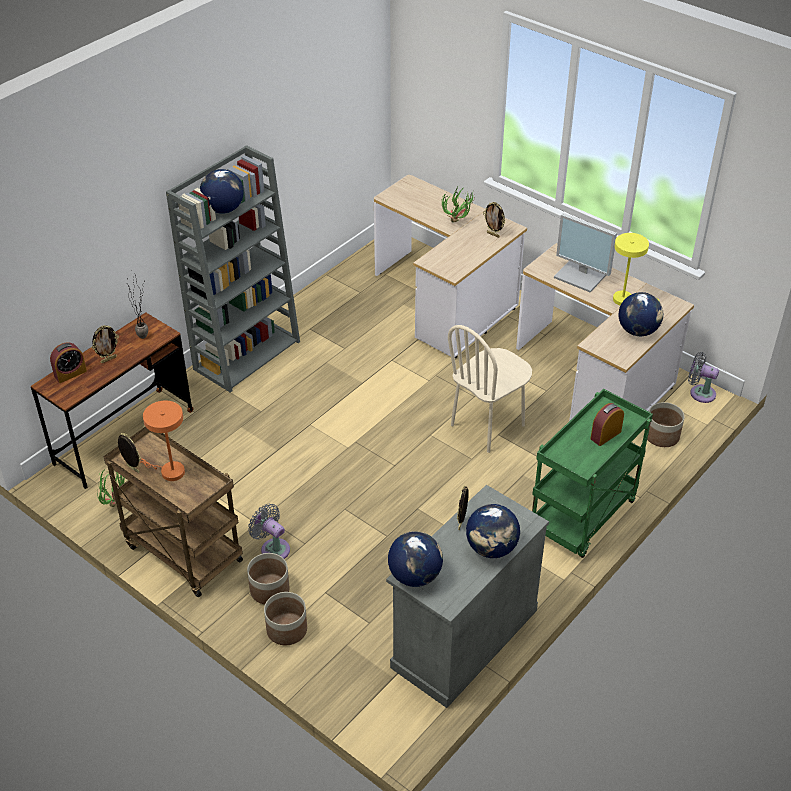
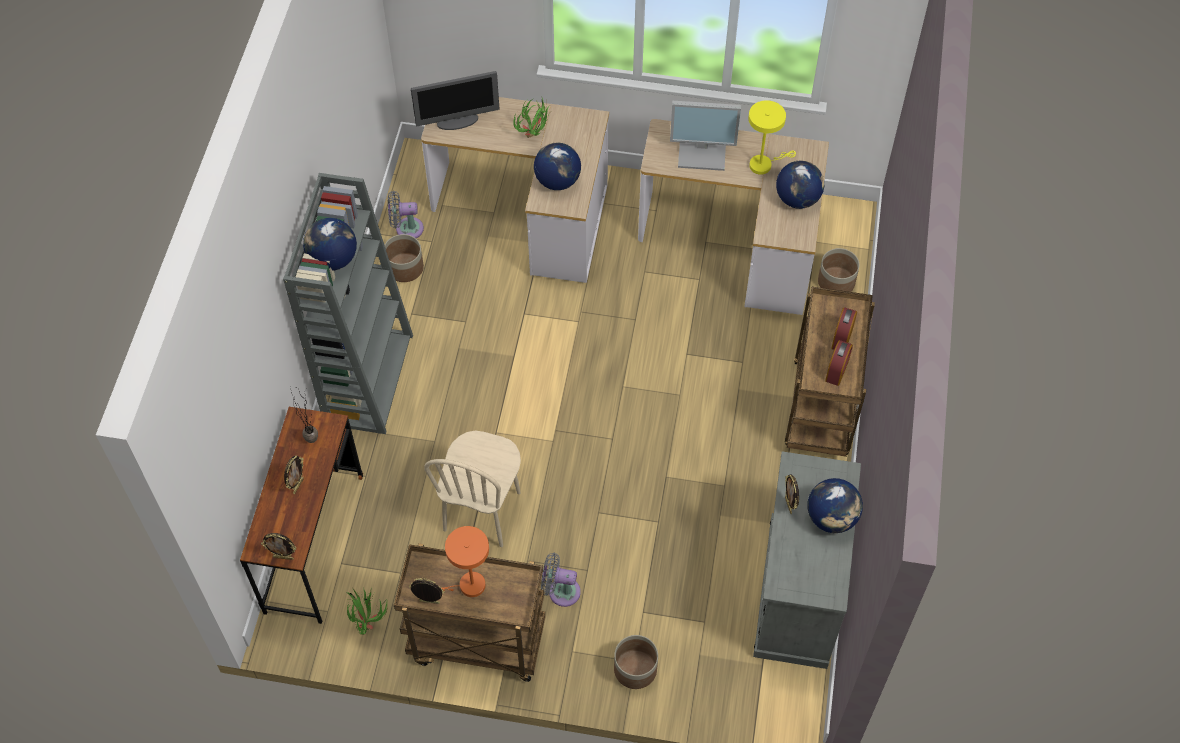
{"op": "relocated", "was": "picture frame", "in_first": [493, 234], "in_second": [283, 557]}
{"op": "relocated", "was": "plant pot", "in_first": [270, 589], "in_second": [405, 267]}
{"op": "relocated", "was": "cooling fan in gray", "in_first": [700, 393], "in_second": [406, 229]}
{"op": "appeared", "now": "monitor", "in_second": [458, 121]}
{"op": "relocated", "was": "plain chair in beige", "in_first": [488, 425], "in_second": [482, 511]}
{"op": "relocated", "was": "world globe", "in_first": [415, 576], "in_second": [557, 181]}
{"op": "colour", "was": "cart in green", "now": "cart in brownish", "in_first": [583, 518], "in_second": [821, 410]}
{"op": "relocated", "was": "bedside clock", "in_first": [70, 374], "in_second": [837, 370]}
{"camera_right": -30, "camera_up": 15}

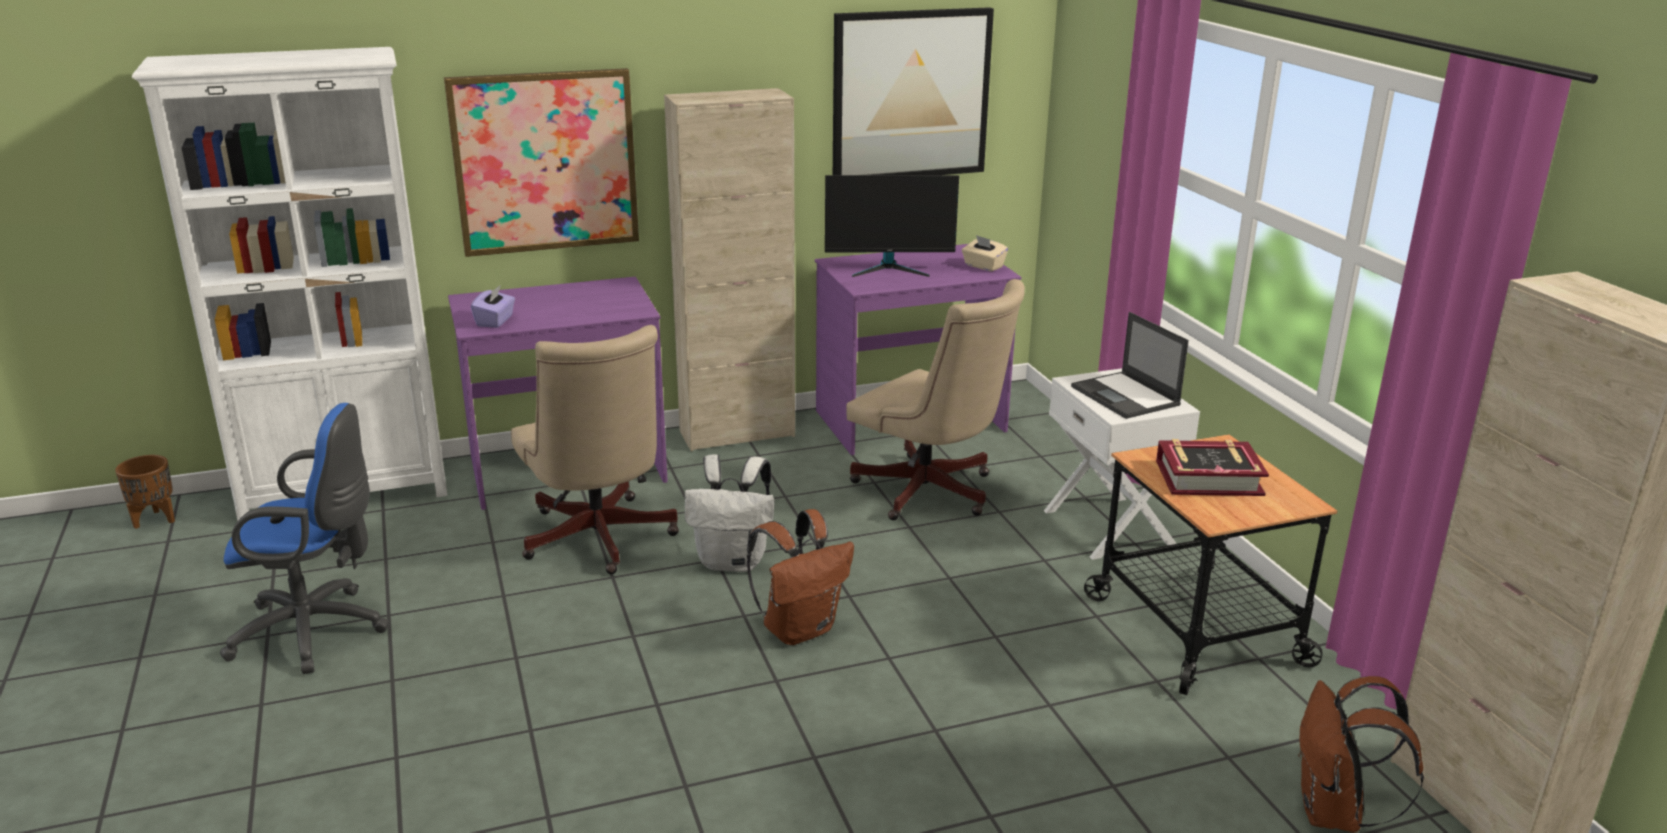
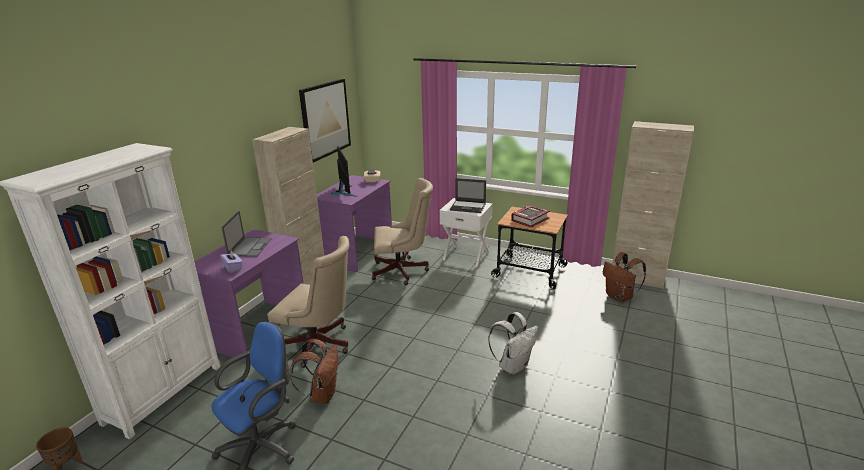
{"op": "appeared", "now": "notebook computer", "in_second": [250, 247]}
{"op": "relocated", "was": "rucksack in brownish", "in_first": [800, 629], "in_second": [322, 394]}
{"op": "spun", "was": "monitor", "in_first": [889, 269], "in_second": [344, 192], "clockwise": -60}
{"op": "relocated", "was": "rucksack in white-coloured", "in_first": [734, 561], "in_second": [513, 366]}
{"op": "missing", "was": "wall art", "in_first": [545, 162]}
{"camera_right": -45, "camera_up": 0}

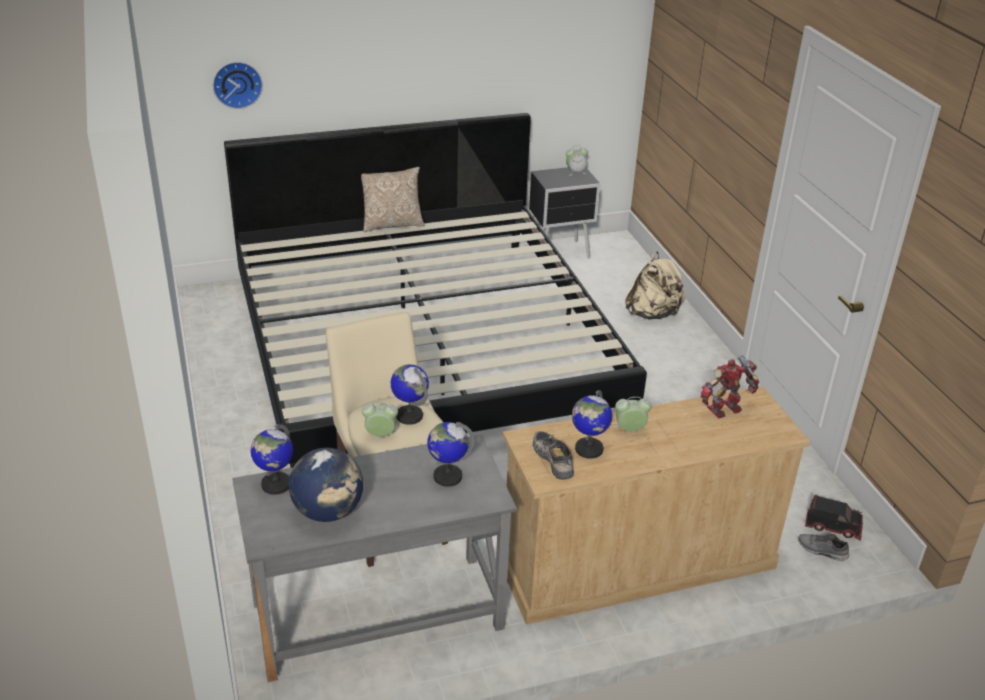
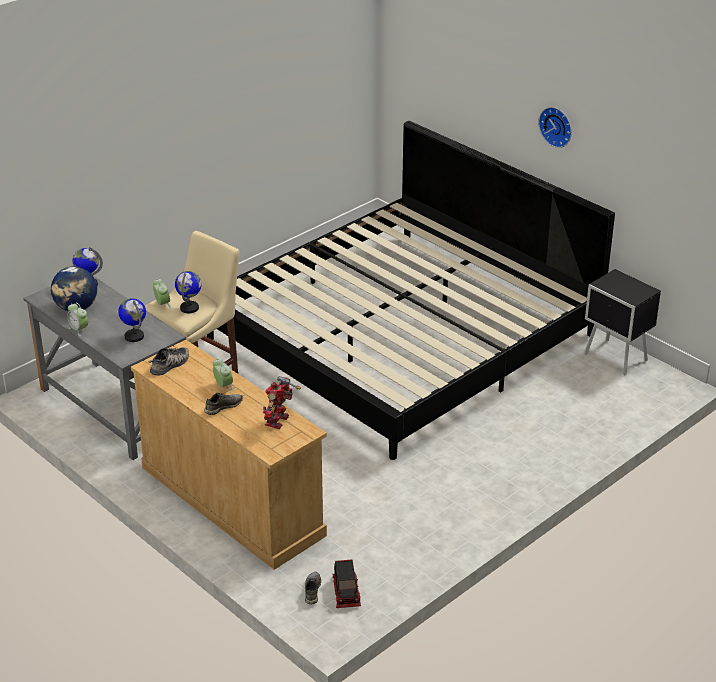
{"op": "relocated", "was": "bedside clock", "in_first": [575, 172], "in_second": [79, 329]}
{"op": "appeared", "now": "shoe in gray", "in_second": [223, 406]}
{"op": "spun", "was": "robot figure", "in_first": [725, 411], "in_second": [279, 421], "clockwise": -105}
{"op": "relocated", "was": "hanging clock", "in_first": [237, 84], "in_second": [557, 126]}
{"op": "missing", "was": "cushion", "in_first": [392, 224]}
{"op": "missing", "was": "world globe", "in_first": [588, 449]}
{"op": "missing", "was": "rucksack in beige", "in_first": [653, 314]}
{"camera_right": 65, "camera_up": 0}

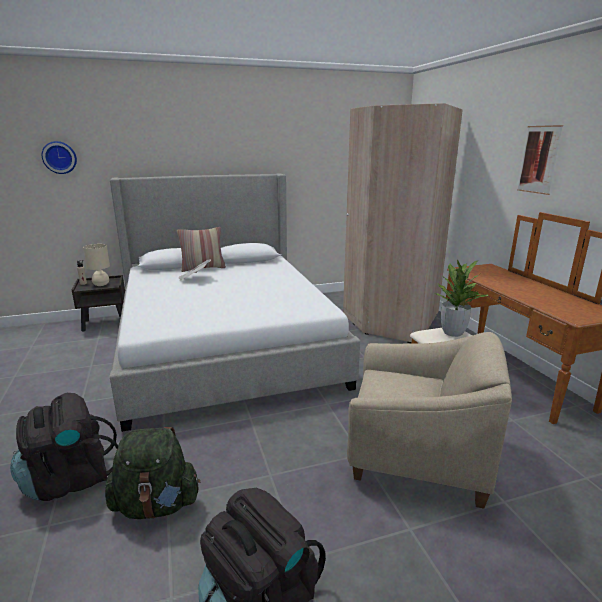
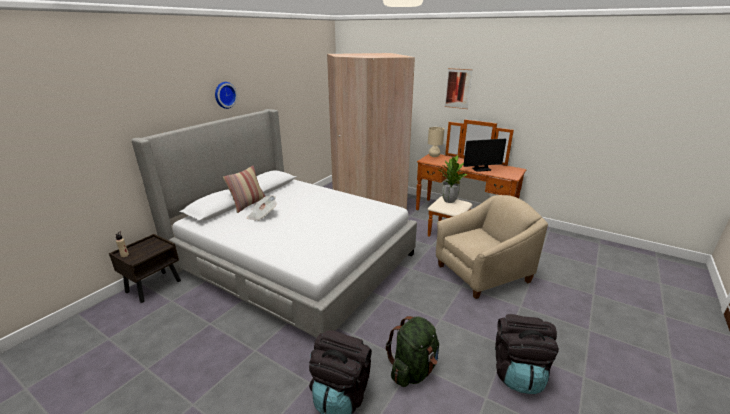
{"op": "relocated", "was": "hanging clock", "in_first": [59, 157], "in_second": [224, 95]}
{"op": "relocated", "was": "tabletop lamp in beige", "in_first": [101, 284], "in_second": [434, 156]}
{"op": "appeared", "now": "monitor", "in_second": [481, 169]}
{"camera_right": -40, "camera_up": 5}

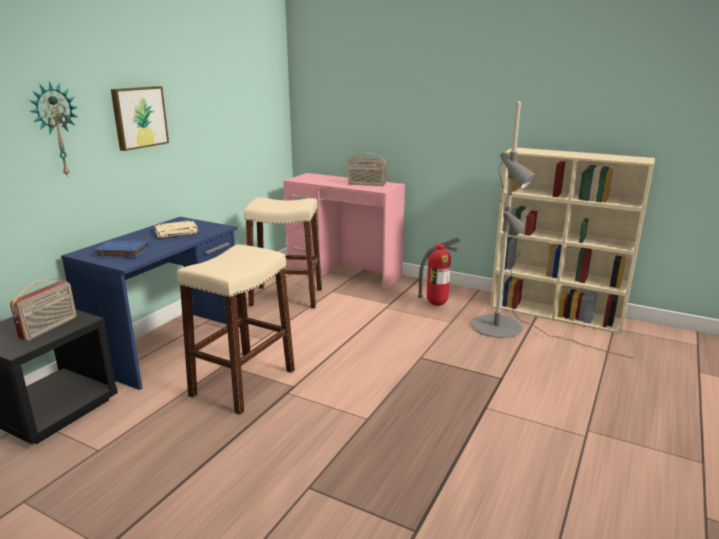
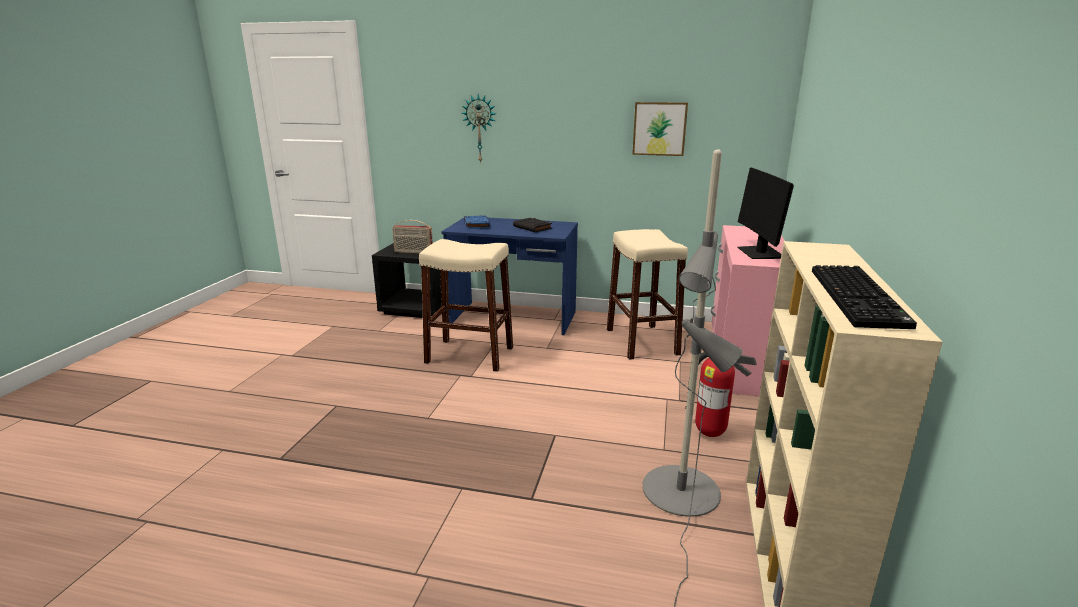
{"op": "colour", "was": "volume in beige", "now": "volume in black", "in_first": [177, 232], "in_second": [533, 228]}
{"op": "relocated", "was": "wall art", "in_first": [139, 117], "in_second": [659, 128]}
{"op": "exchanged", "was": "radio receiver", "now": "monitor", "in_first": [366, 184], "in_second": [759, 253]}
{"op": "appeared", "now": "PC keyboard", "in_second": [860, 298]}
{"camera_right": 75, "camera_up": 0}

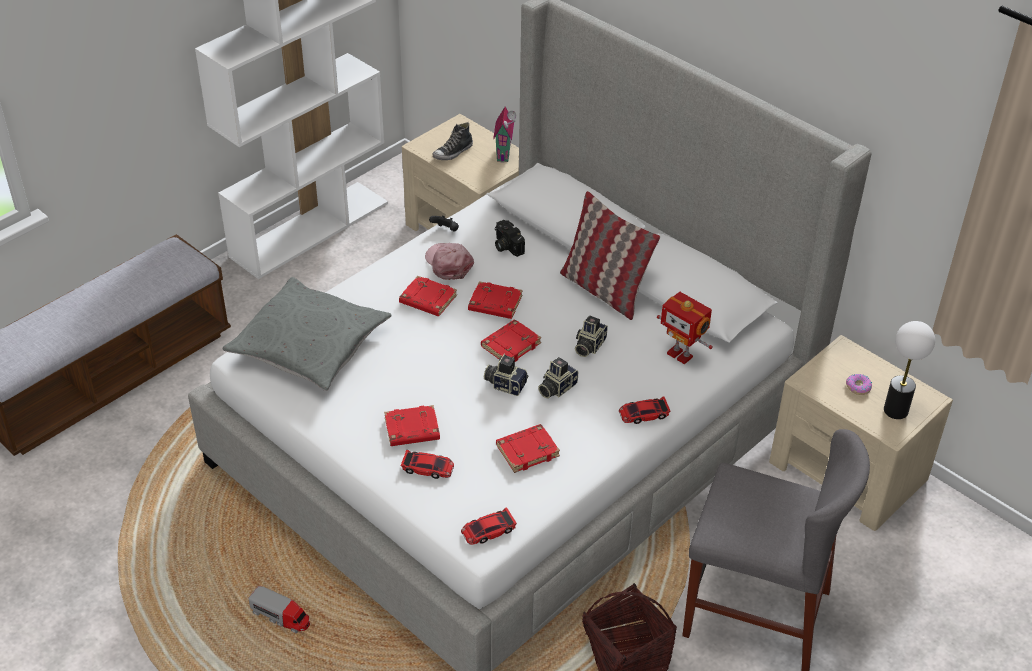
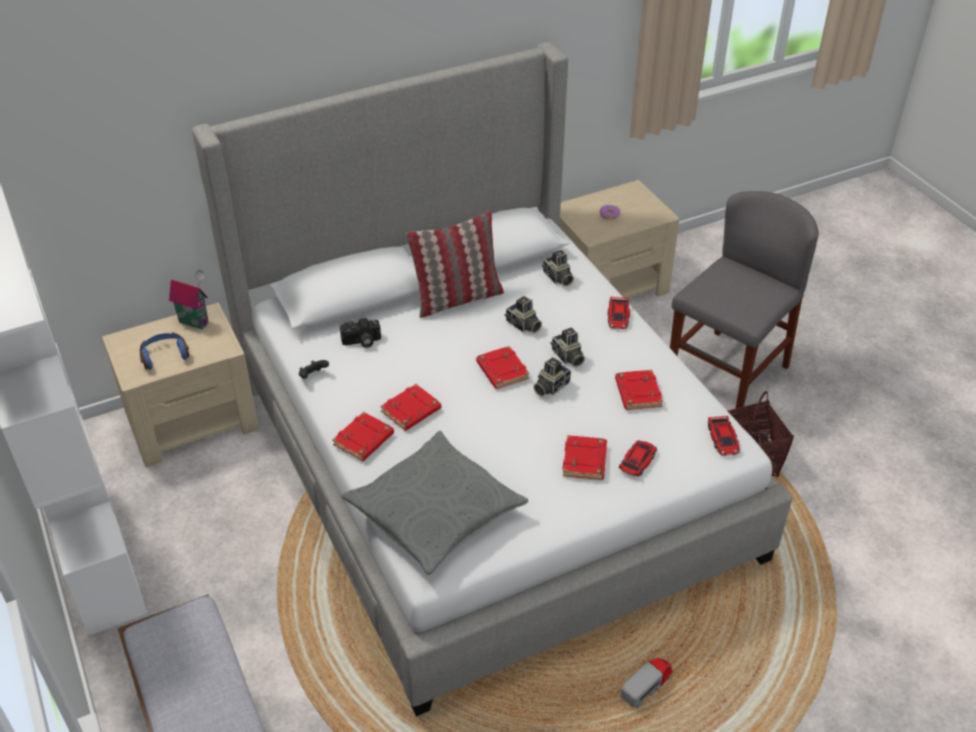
{"op": "exchanged", "was": "shoe", "now": "pair of headphones in bluish", "in_first": [453, 152], "in_second": [164, 355]}
{"op": "relocated", "was": "volume in reddish", "in_first": [494, 304], "in_second": [364, 440]}
{"op": "exchanged", "was": "robot figure", "now": "photo camera", "in_first": [681, 354], "in_second": [557, 278]}
{"op": "missing", "was": "cap in pink", "in_first": [448, 263]}
{"op": "missing", "was": "tabletop lamp", "in_first": [896, 410]}
{"camera_right": -70, "camera_up": 0}

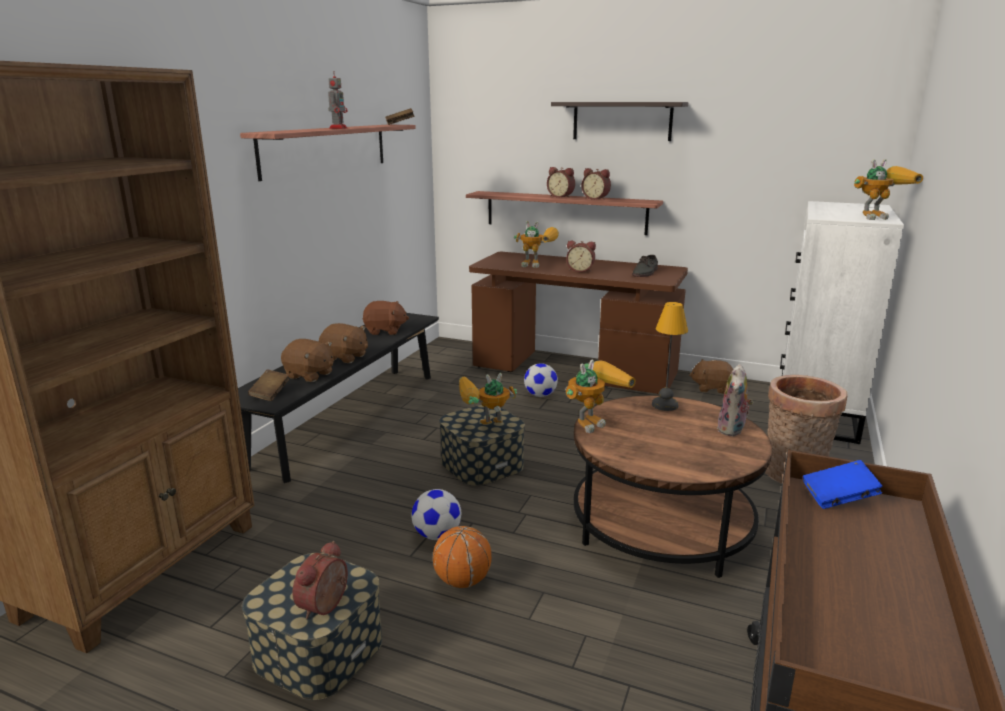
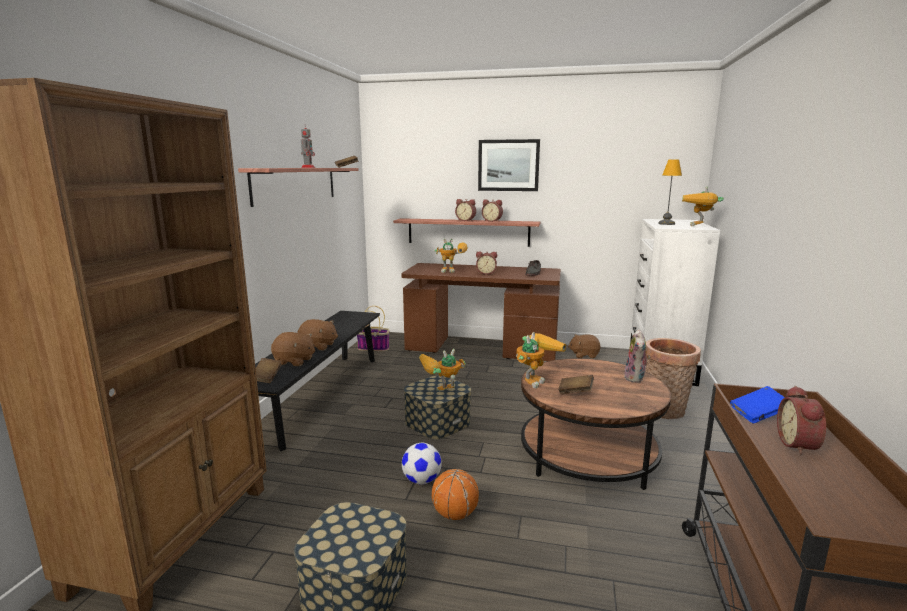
{"op": "appeared", "now": "household basket", "in_second": [374, 348]}
{"op": "exchanged", "was": "wall shelf", "now": "wall art", "in_first": [622, 121], "in_second": [508, 165]}
{"op": "appeared", "now": "volume in brownish", "in_second": [575, 392]}
{"op": "relocated", "was": "tabletop lamp", "in_first": [665, 405], "in_second": [666, 224]}
{"op": "spun", "was": "robot figure", "in_first": [879, 217], "in_second": [700, 226], "clockwise": 135}
{"op": "relocated", "was": "bedside clock", "in_first": [326, 606], "in_second": [799, 445]}
{"op": "missing", "was": "cuddly toy in brownish", "in_first": [385, 331]}
{"op": "missing", "was": "football ball", "in_first": [540, 395]}
{"camera_right": -10, "camera_up": -5}

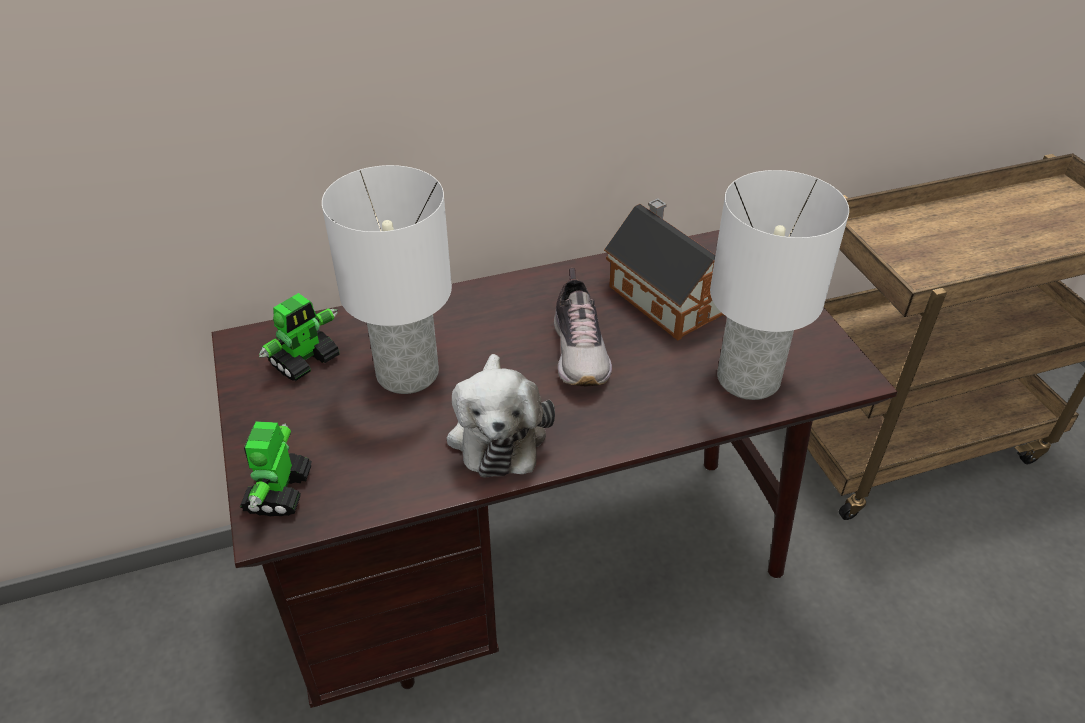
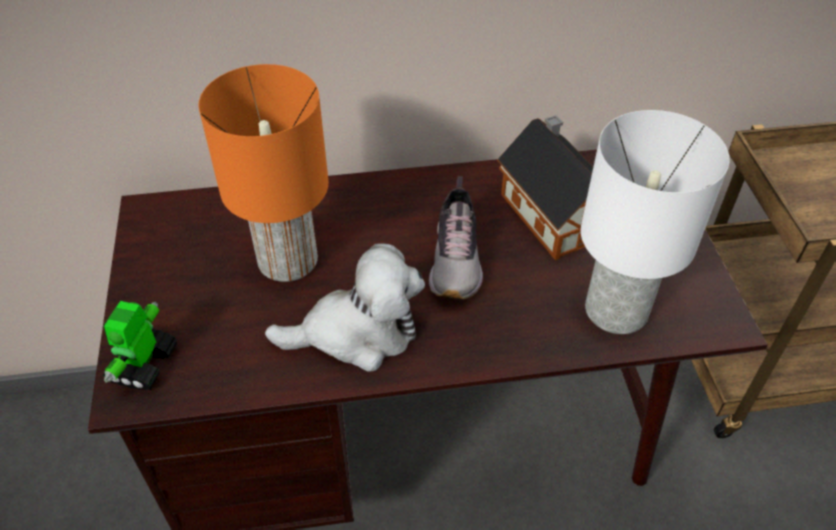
{"op": "colour", "was": "tabletop lamp in white-coloured", "now": "tabletop lamp in orange-coloured", "in_first": [409, 373], "in_second": [289, 261]}
{"op": "spun", "was": "cuddly toy", "in_first": [497, 432], "in_second": [357, 333], "clockwise": -105}
{"op": "missing", "was": "robot figure", "in_first": [305, 360]}
{"camera_right": 10, "camera_up": 5}

